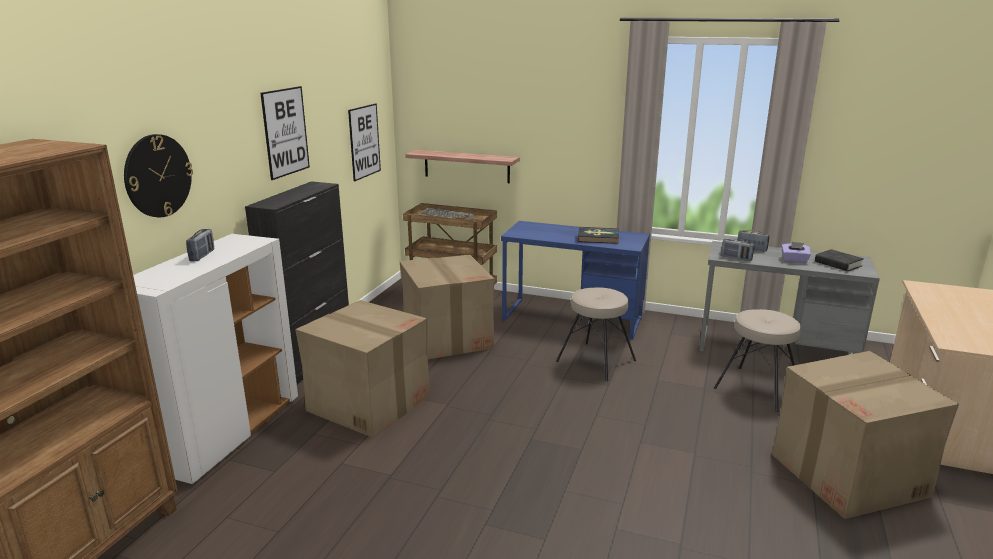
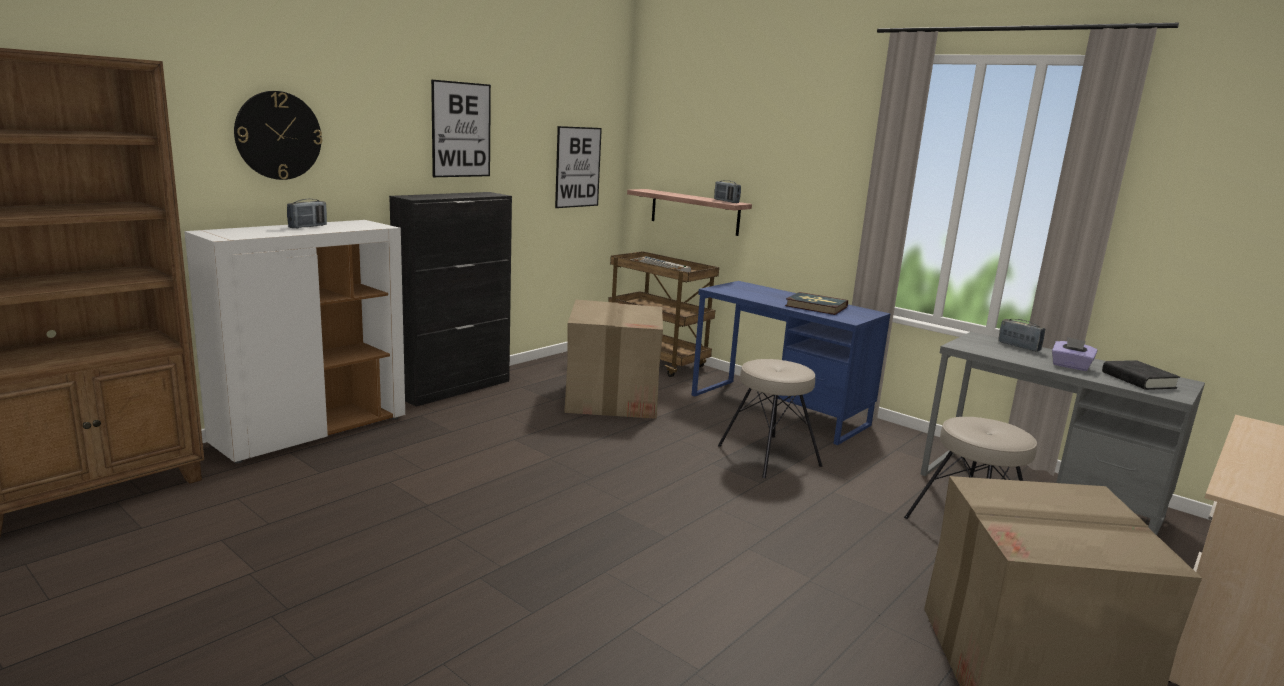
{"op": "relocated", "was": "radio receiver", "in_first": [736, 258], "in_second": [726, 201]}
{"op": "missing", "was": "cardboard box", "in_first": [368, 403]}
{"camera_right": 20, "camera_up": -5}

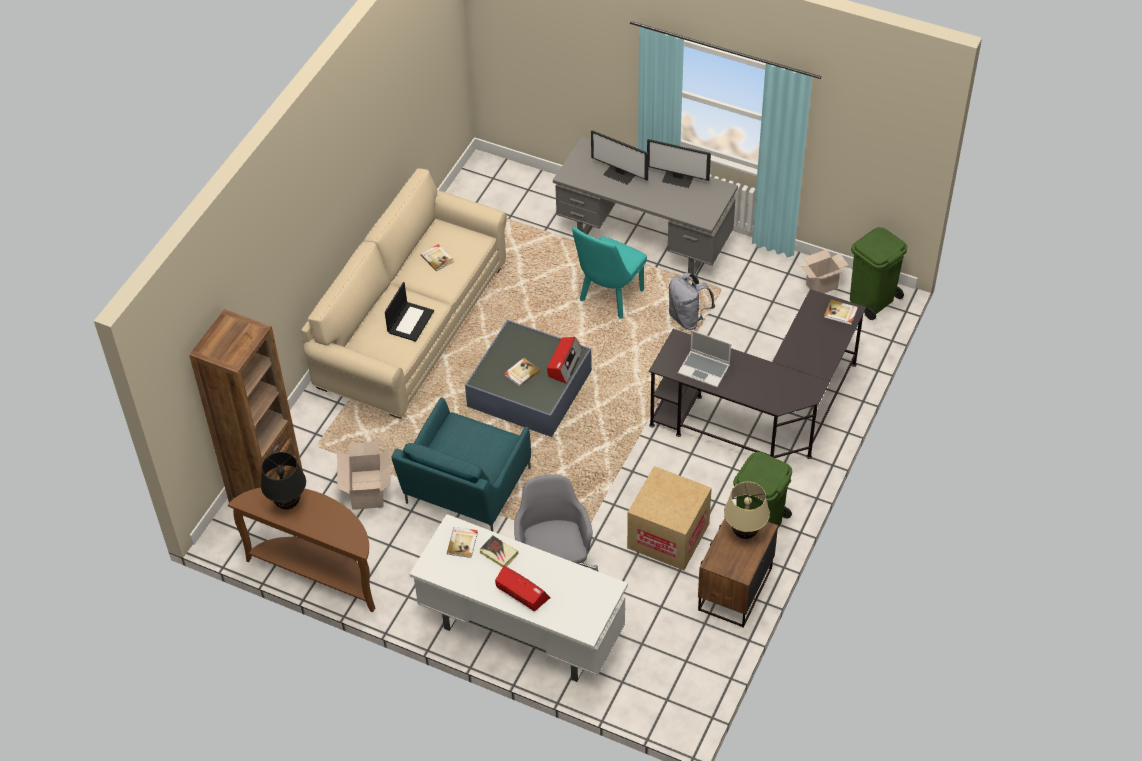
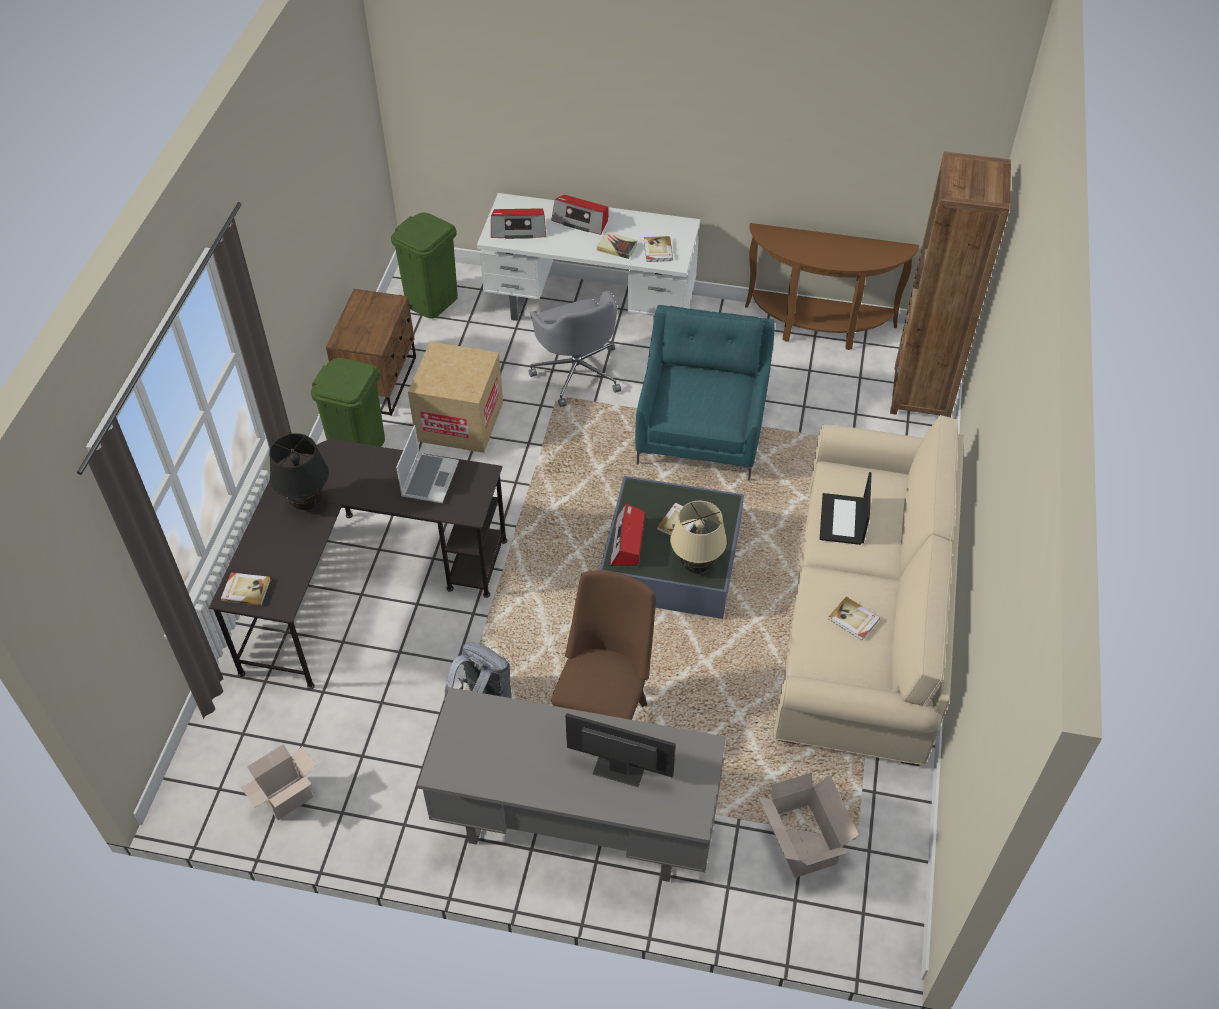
{"op": "relocated", "was": "tabletop lamp in black", "in_first": [288, 504], "in_second": [306, 503]}
{"op": "relocated", "was": "rubbish bin in green", "in_first": [872, 300], "in_second": [432, 301]}
{"op": "spun", "was": "notebook computer", "in_first": [704, 369], "in_second": [429, 478], "clockwise": 90}
{"op": "appeared", "now": "radio receiver", "in_second": [518, 229]}
{"op": "colour", "was": "plain chair in turquoise-coloured", "now": "plain chair in brownish", "in_first": [609, 299], "in_second": [604, 713]}
{"op": "relocated", "was": "tabletop lamp in beige", "in_first": [744, 533], "in_second": [696, 566]}
{"op": "relocated", "was": "cardboard box", "in_first": [368, 488], "in_second": [802, 843]}
{"op": "missing", "was": "monitor", "in_first": [678, 179]}
{"camera_right": 165, "camera_up": 0}

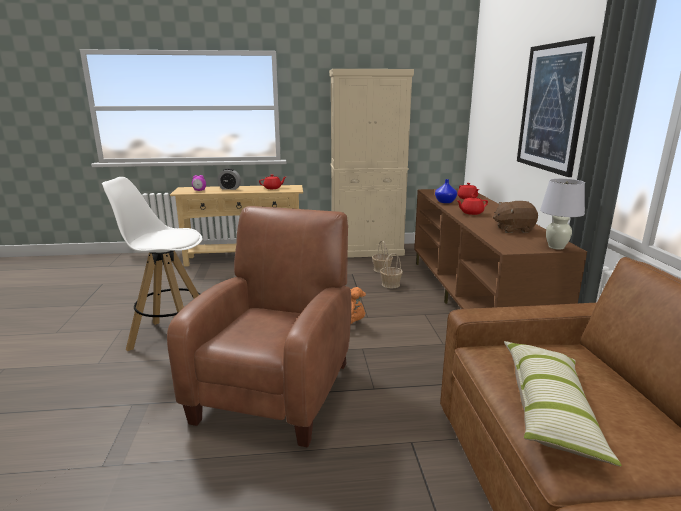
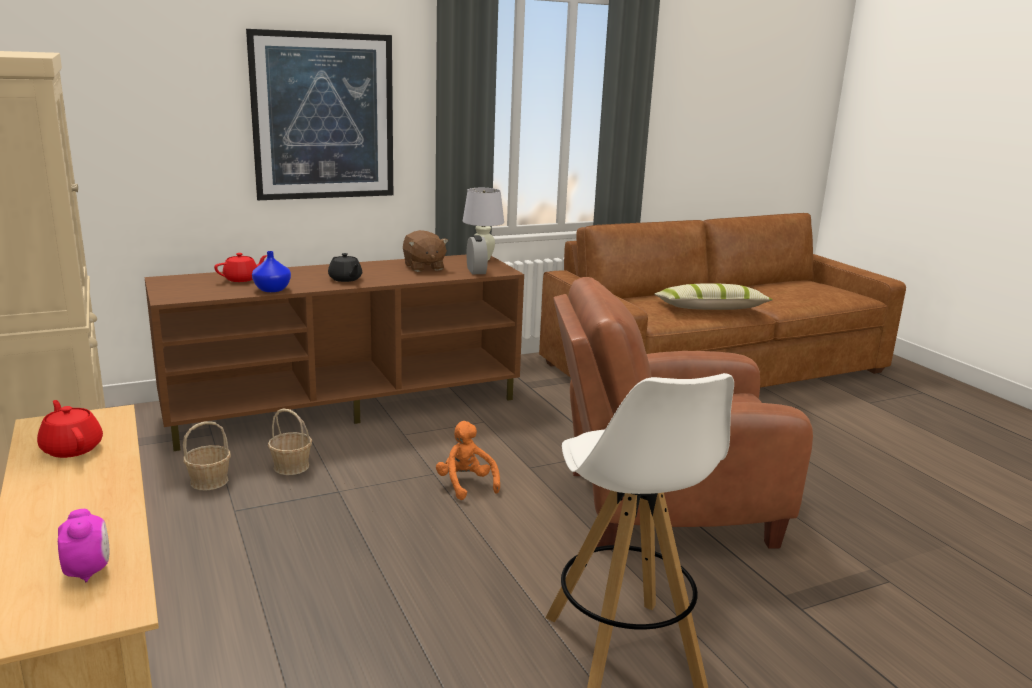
{"op": "colour", "was": "teapot in reddish", "now": "teapot in black", "in_first": [471, 213], "in_second": [345, 279]}
{"op": "relocated", "was": "bedside clock", "in_first": [229, 188], "in_second": [476, 271]}
{"camera_right": -110, "camera_up": 0}

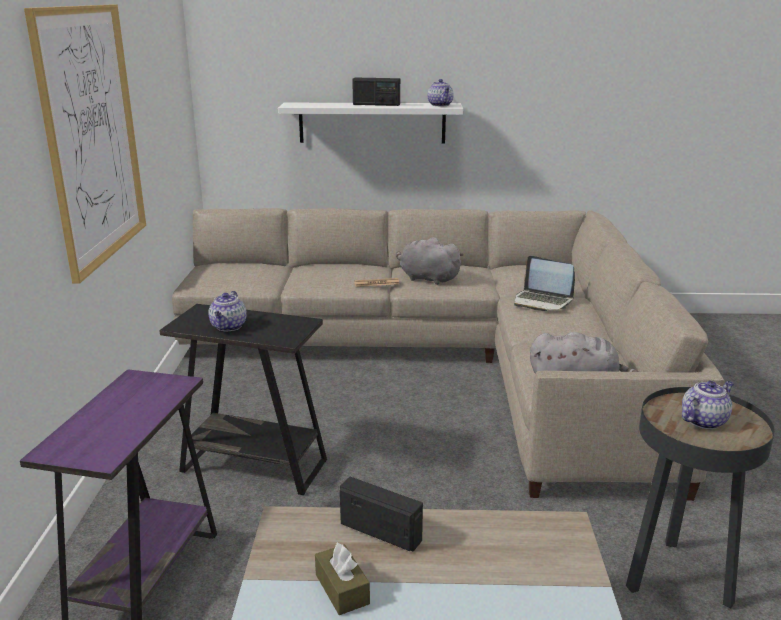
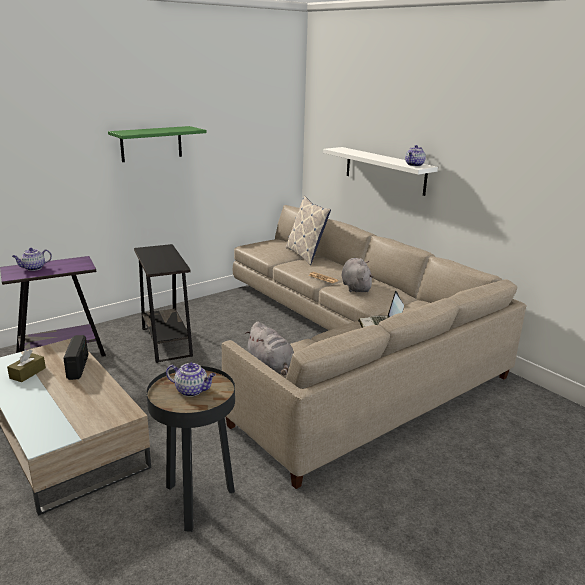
{"op": "relocated", "was": "teapot", "in_first": [229, 327], "in_second": [33, 268]}
{"op": "exchanged", "was": "wall art", "now": "wall shelf in green", "in_first": [92, 136], "in_second": [151, 144]}
{"op": "appeared", "now": "cushion", "in_second": [305, 255]}
{"op": "missing", "was": "radio receiver", "in_first": [376, 104]}
{"camera_right": 50, "camera_up": 0}

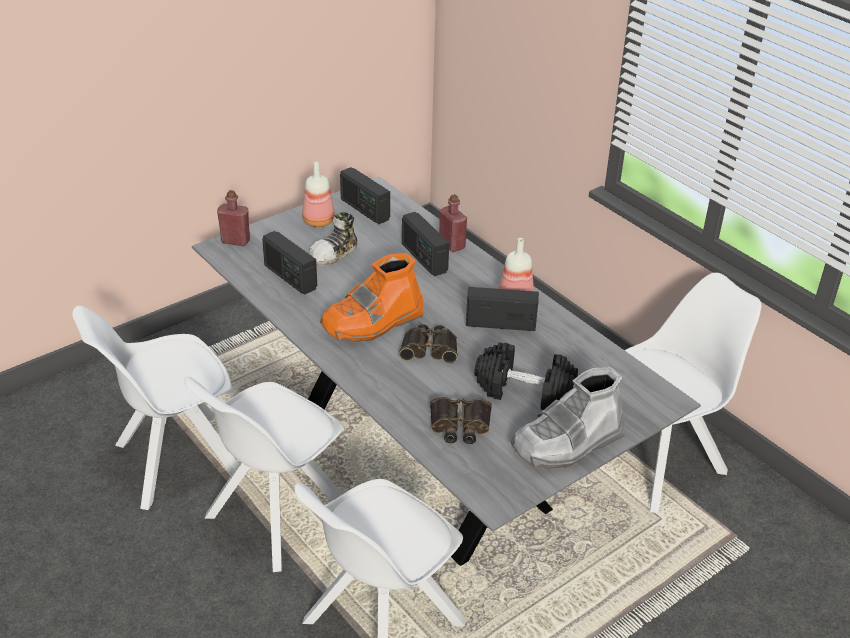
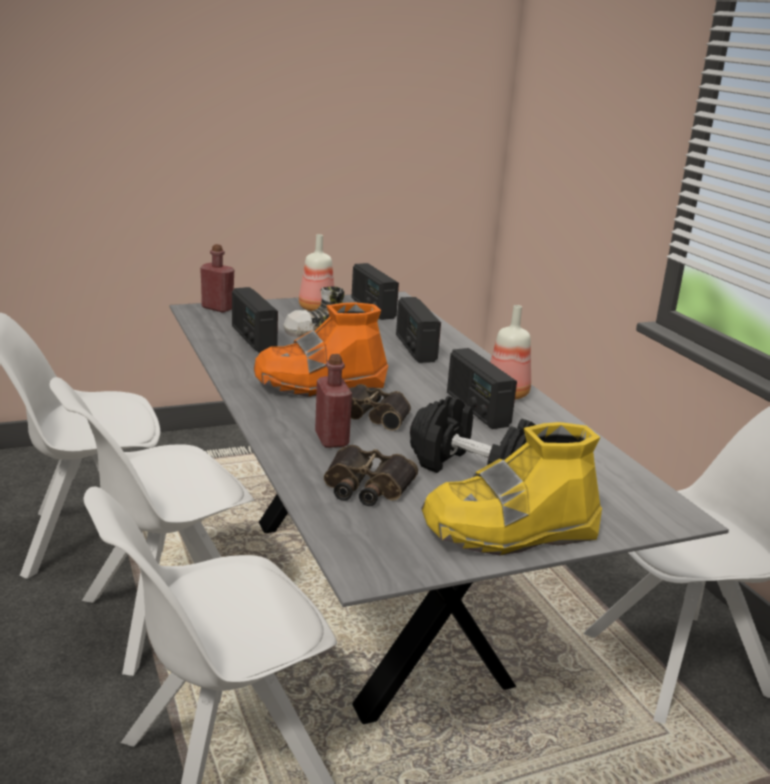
{"op": "relocated", "was": "drink bottle in reddish", "in_first": [452, 245], "in_second": [331, 439]}
{"op": "colour", "was": "boot in gray", "now": "boot in yellow-coloured", "in_first": [568, 443], "in_second": [509, 531]}
{"op": "spun", "was": "radio receiver", "in_first": [500, 323], "in_second": [477, 409], "clockwise": -135}
{"camera_right": 15, "camera_up": -15}

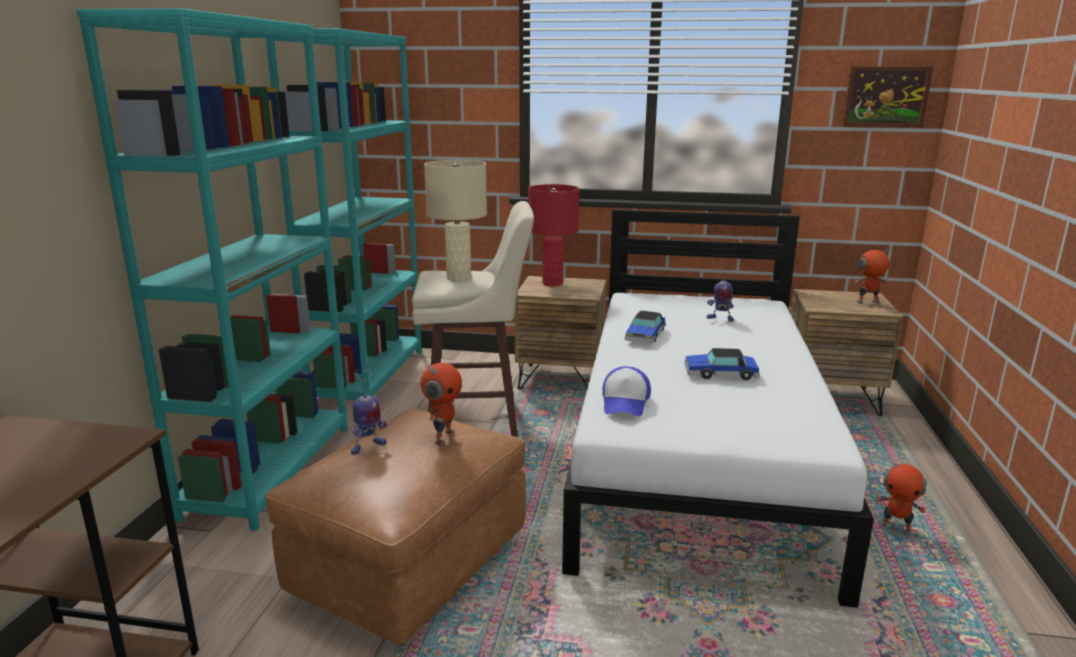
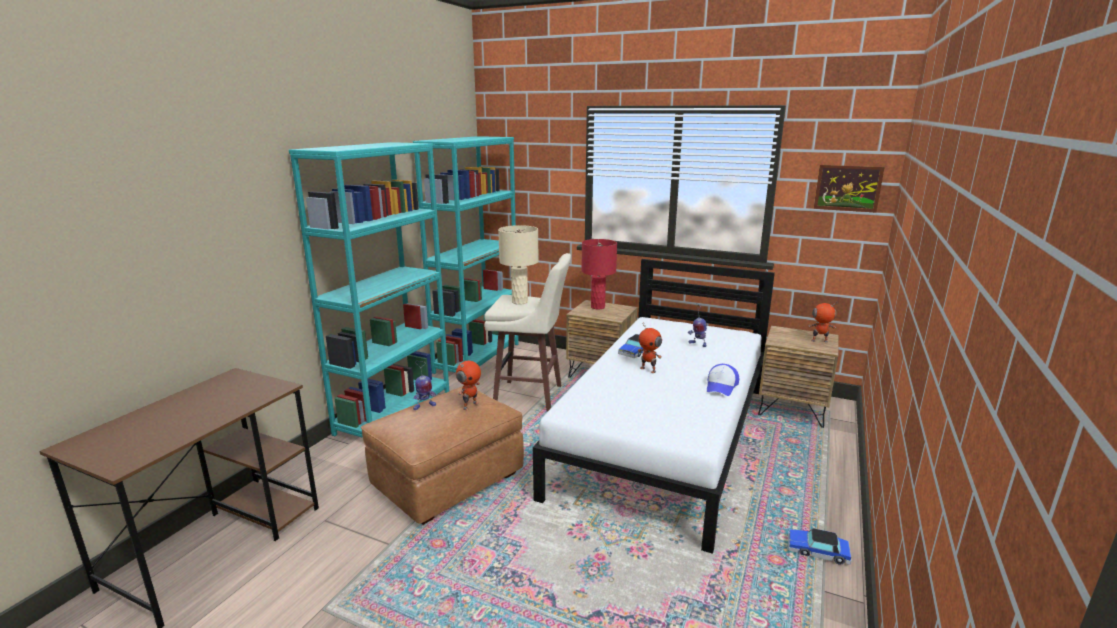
{"op": "relocated", "was": "robot figure", "in_first": [895, 528], "in_second": [648, 369]}
{"op": "relocated", "was": "cap", "in_first": [625, 402], "in_second": [721, 386]}
{"op": "relocated", "was": "miniature car", "in_first": [720, 374], "in_second": [817, 551]}
{"camera_right": 15, "camera_up": 0}

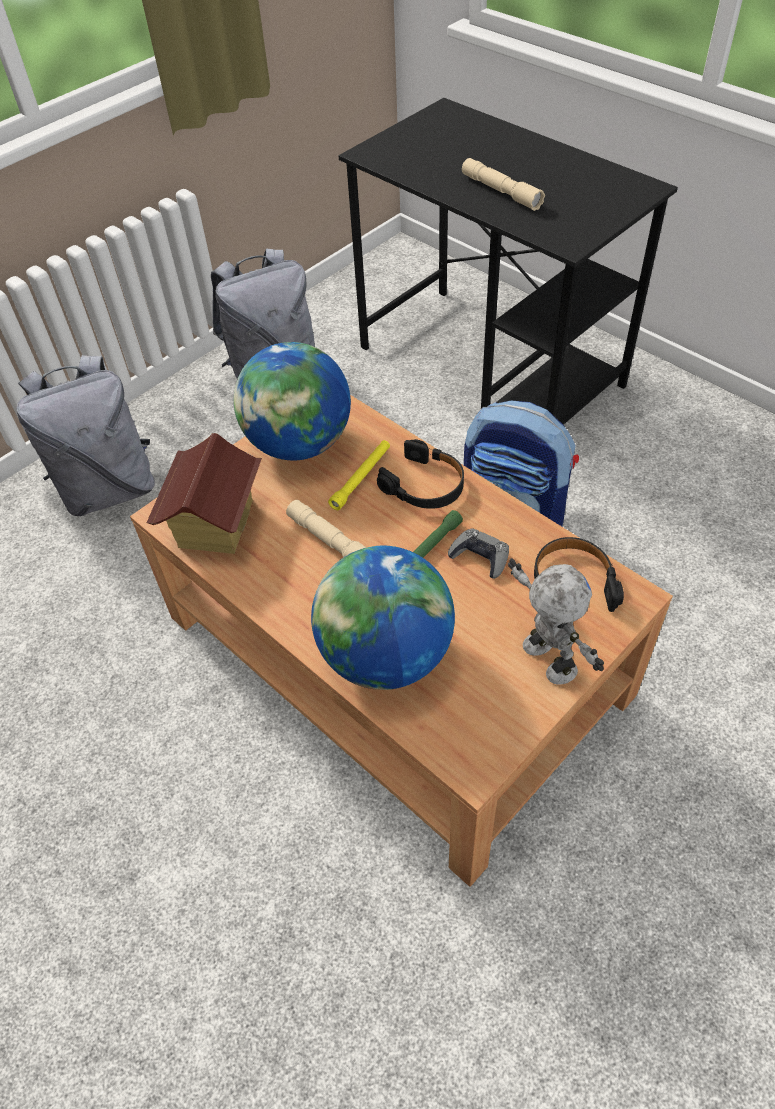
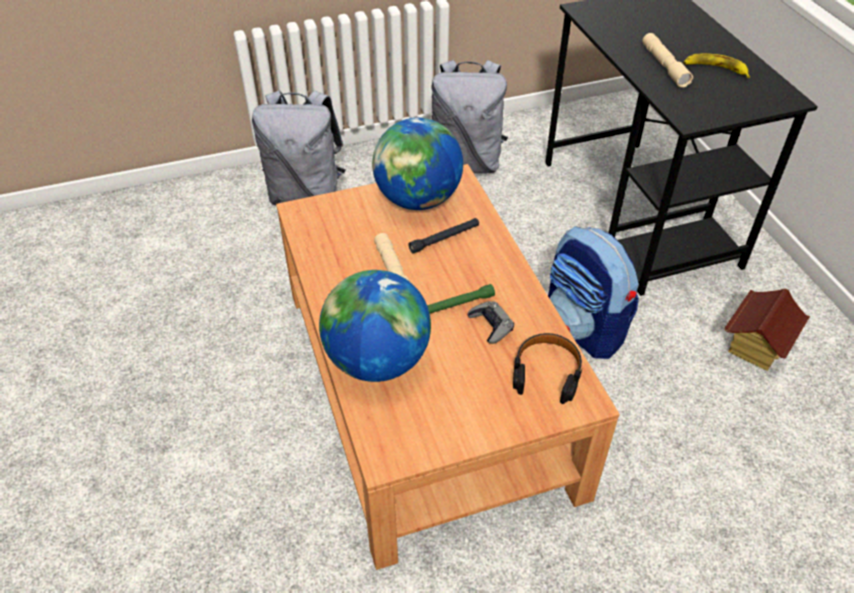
{"op": "colour", "was": "torch in yellow-coloured", "now": "torch in black", "in_first": [361, 478], "in_second": [444, 239]}
{"op": "appeared", "now": "banana fruit", "in_second": [715, 69]}
{"op": "relocated", "was": "model house", "in_first": [215, 524], "in_second": [756, 346]}
{"op": "missing", "was": "pair of headphones in black", "in_first": [424, 485]}
{"op": "missing", "was": "robot figure", "in_first": [547, 660]}
{"camera_right": 25, "camera_up": -5}

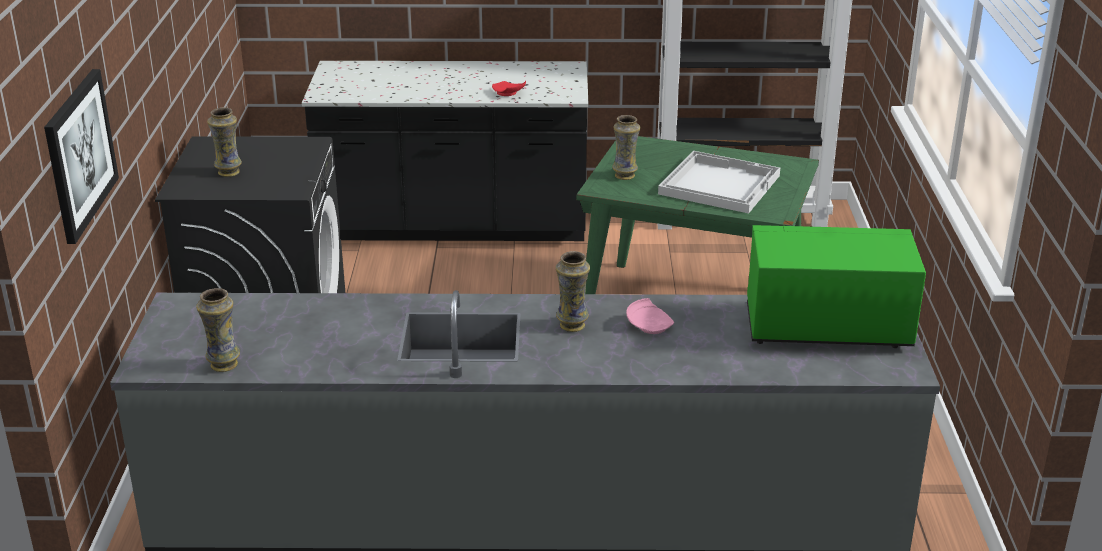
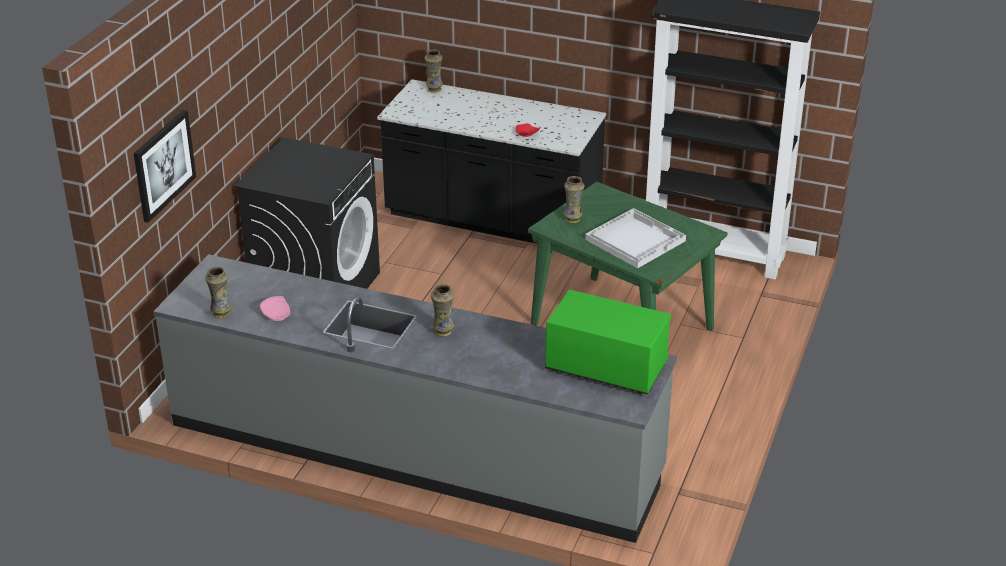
{"op": "relocated", "was": "flat dish in pink", "in_first": [649, 325], "in_second": [277, 314]}
{"op": "relocated", "was": "vase", "in_first": [228, 172], "in_second": [434, 89]}
{"camera_right": 20, "camera_up": 5}

